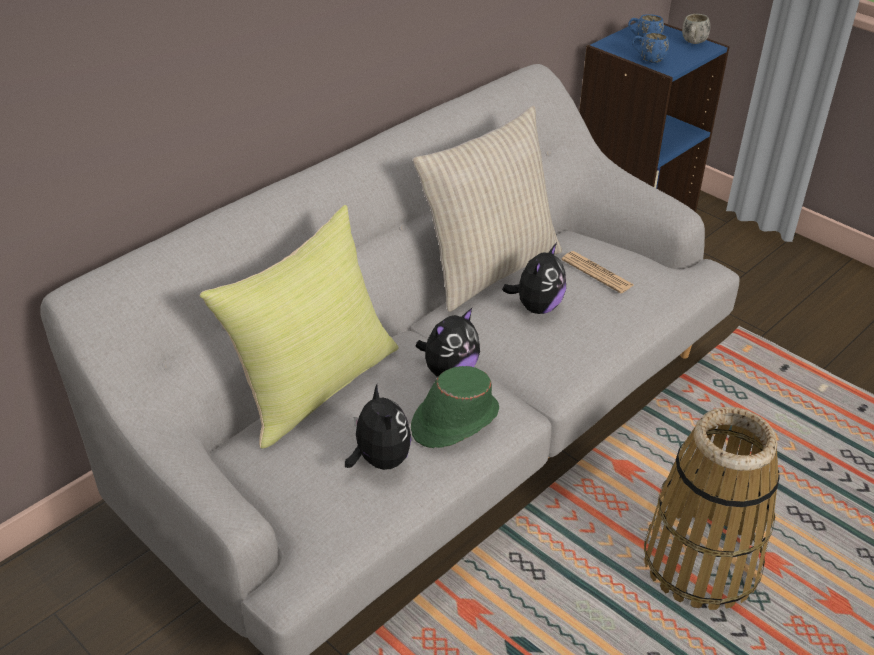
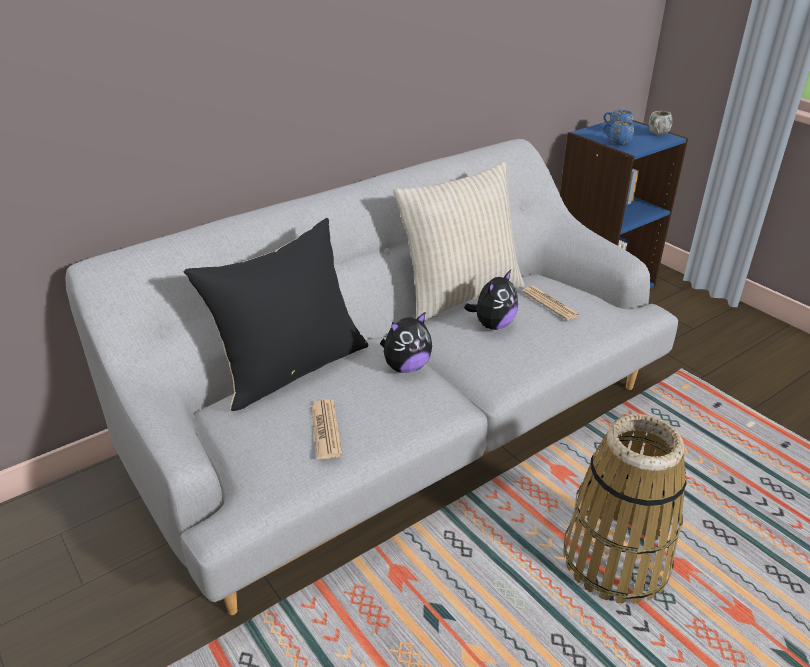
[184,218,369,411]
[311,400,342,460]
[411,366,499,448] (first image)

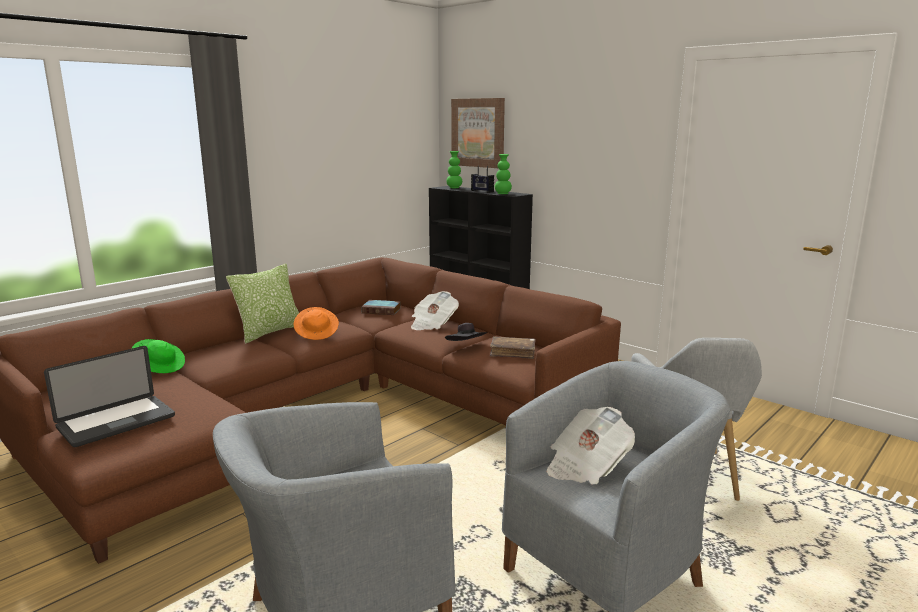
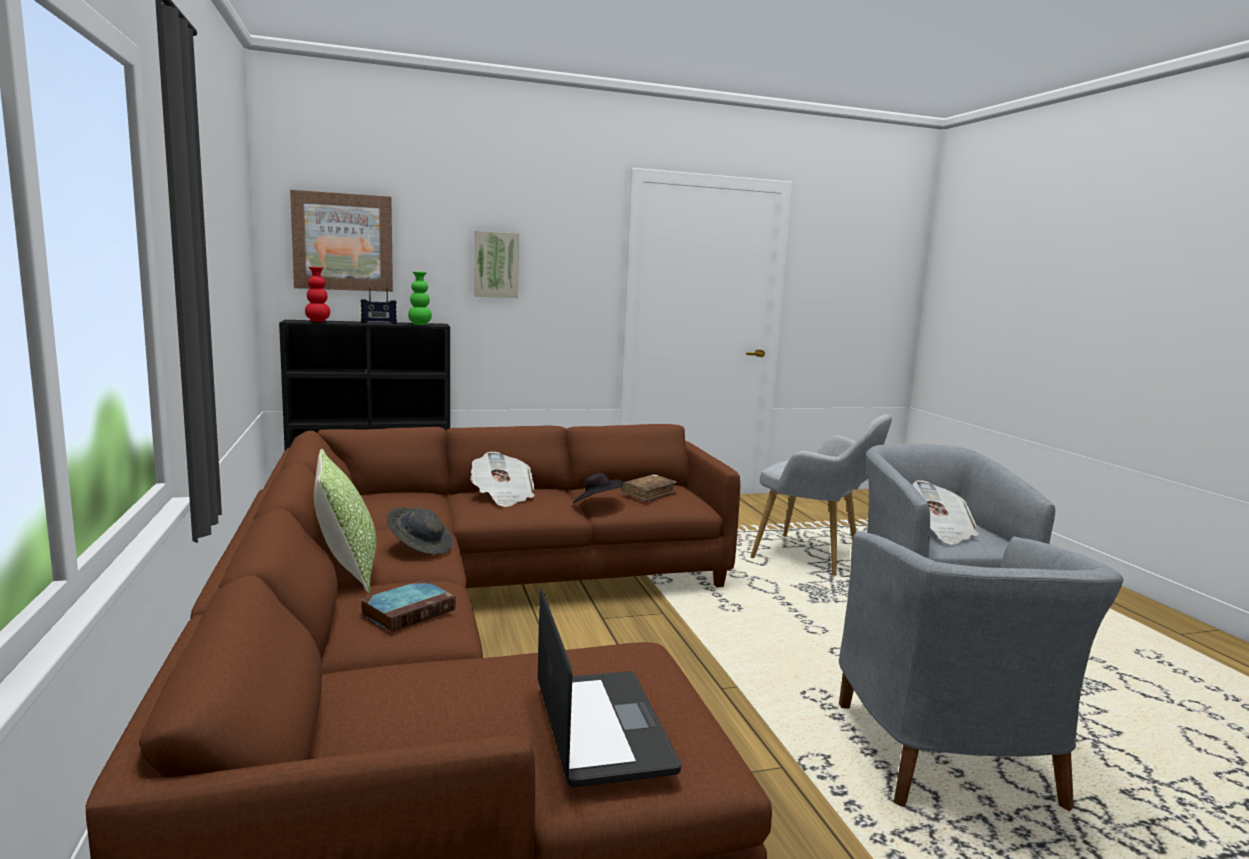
[132,339,185,373] (first image)
[386,507,453,554]
[360,580,456,632]
[305,267,330,322]
[474,231,519,298]

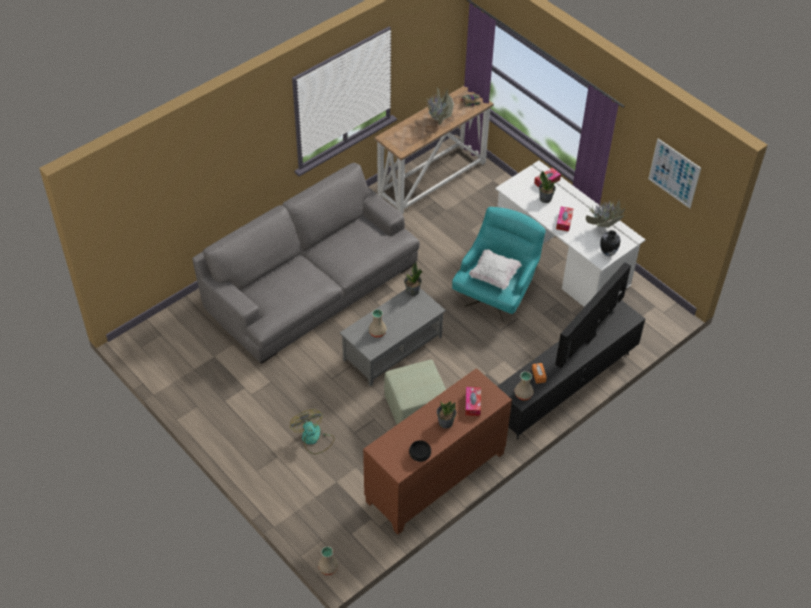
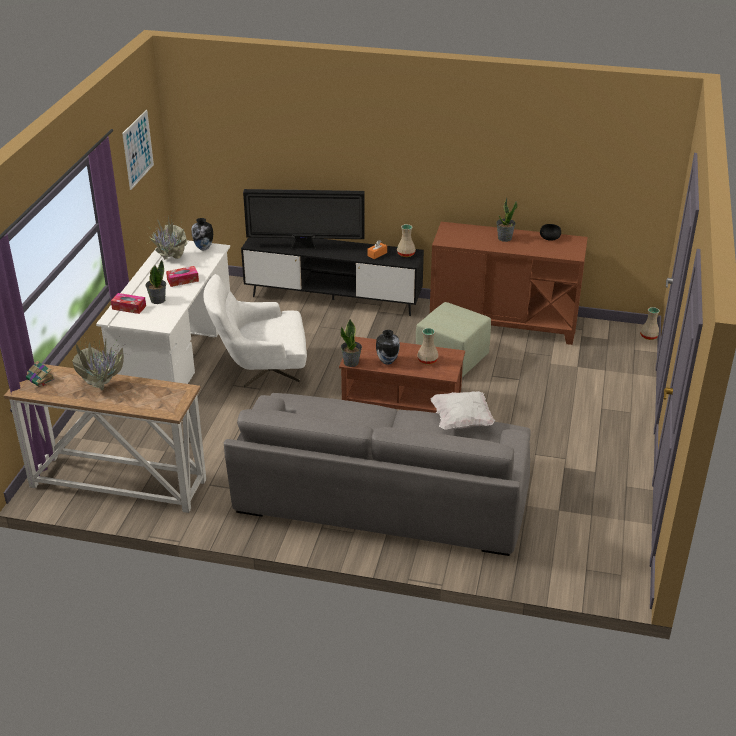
[290,410,335,454] (first image)
[339,337,465,413]
[203,274,307,387]
[465,387,481,416] (first image)
[431,391,495,430]
[376,330,400,365]

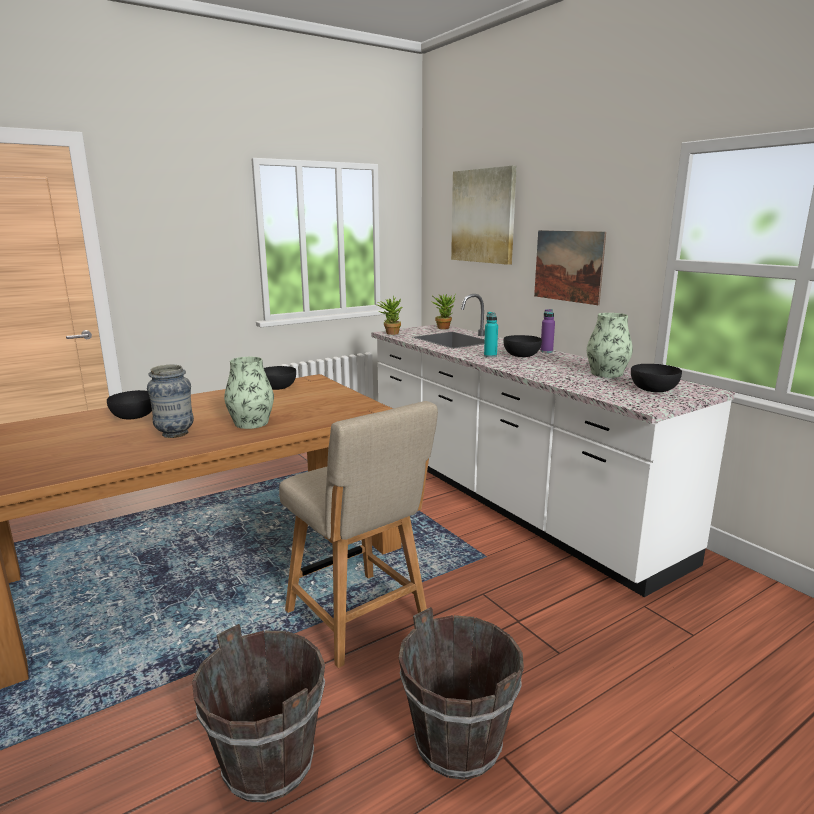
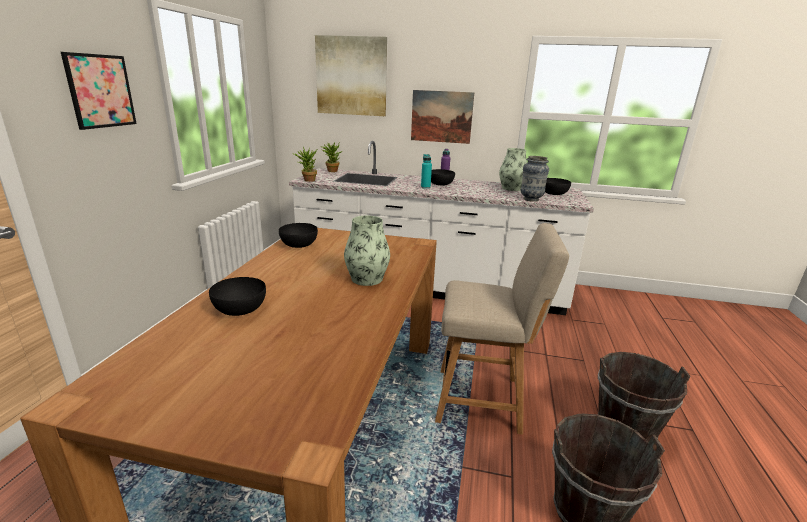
[521,156,549,202]
[61,52,137,130]

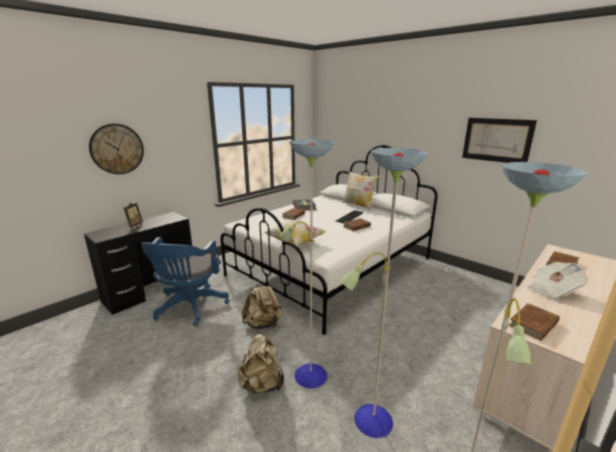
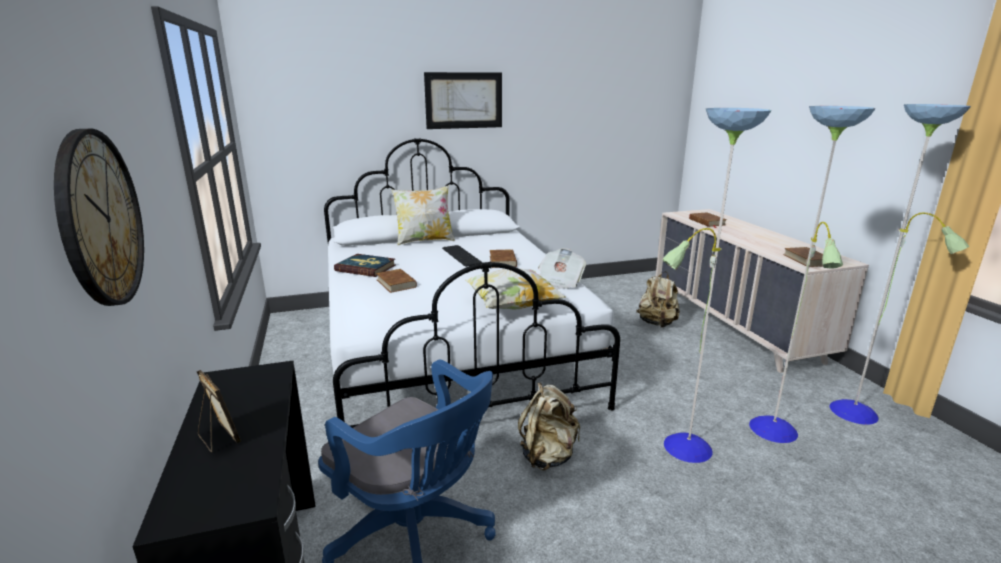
[637,271,680,327]
[424,72,502,129]
[538,248,586,290]

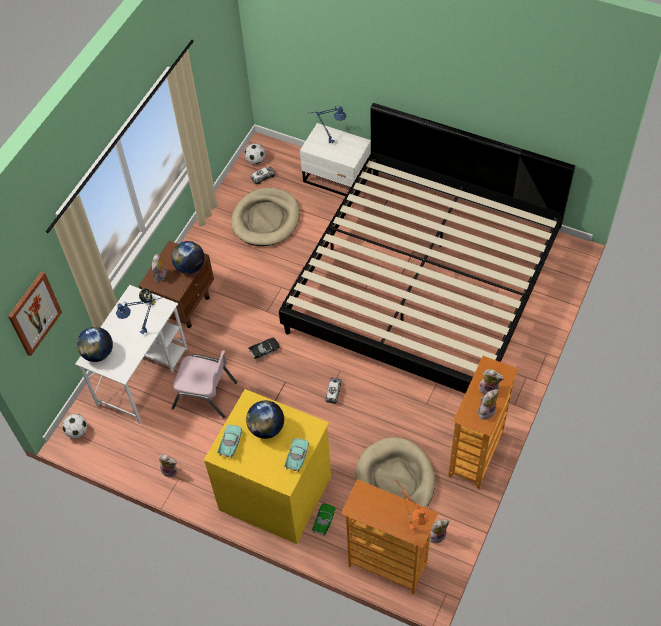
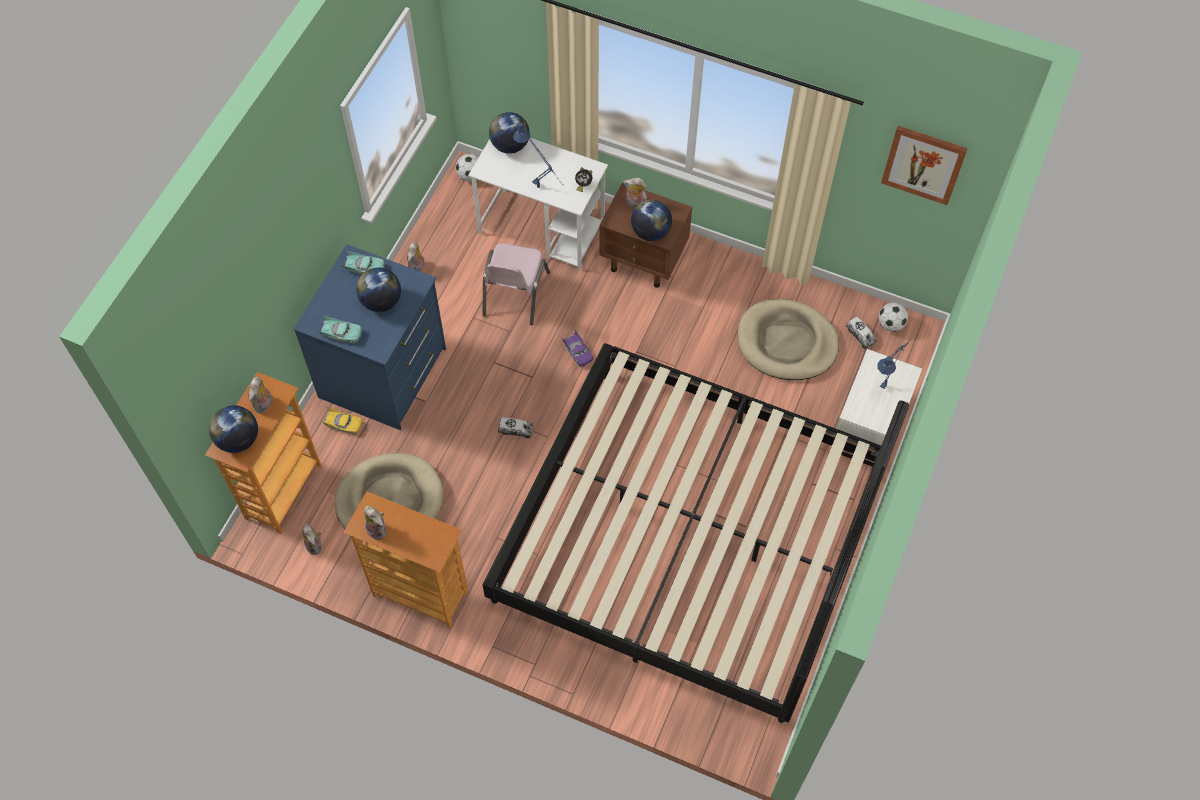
[881,126,968,205]
[293,244,446,430]
[561,330,593,367]
[320,407,363,435]
[209,405,258,453]
[248,377,272,414]

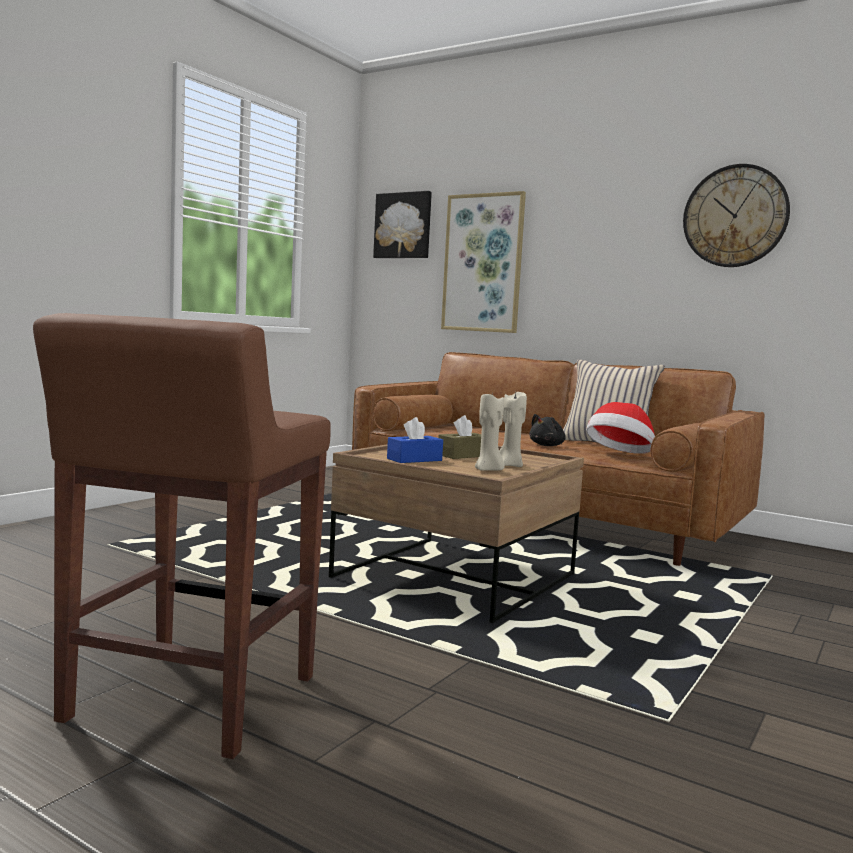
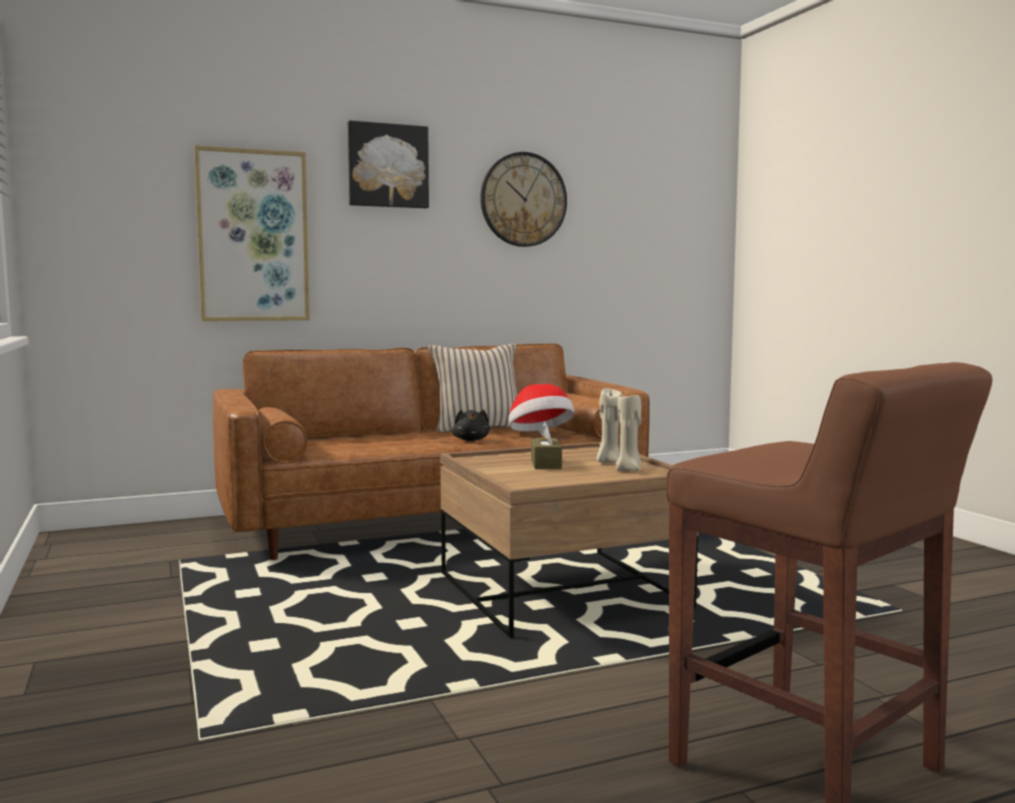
[348,120,429,208]
[387,417,443,463] (first image)

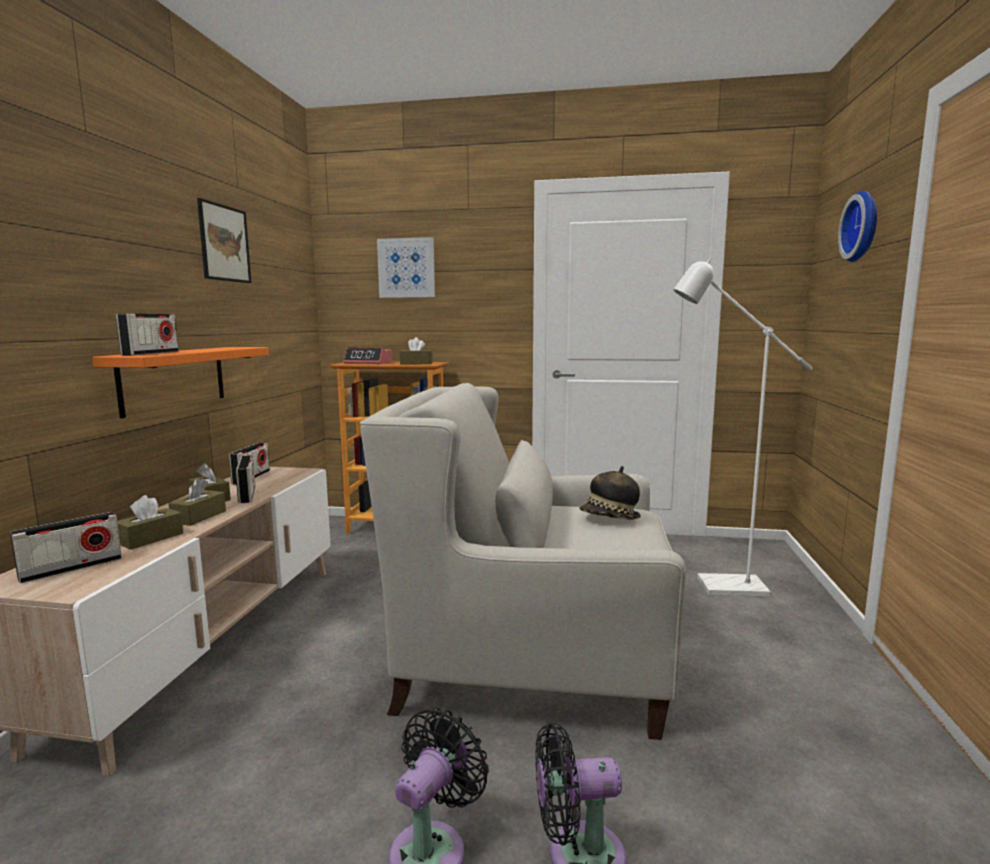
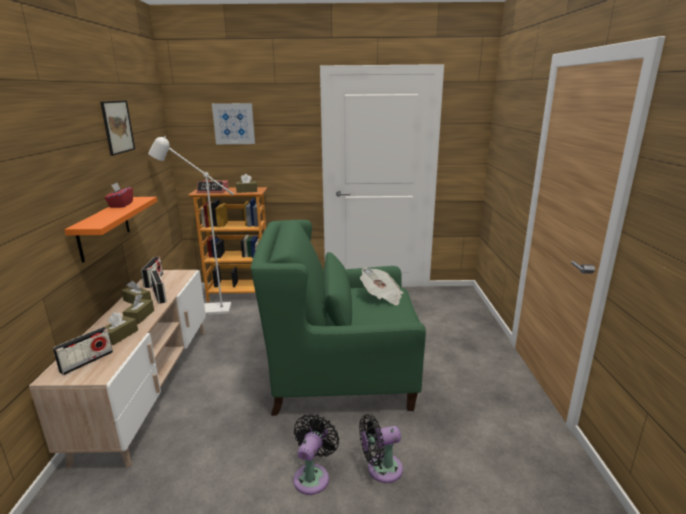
[116,314,179,356] (first image)
[251,220,426,416]
[360,268,403,305]
[148,136,234,315]
[838,191,877,262] (first image)
[105,183,133,208]

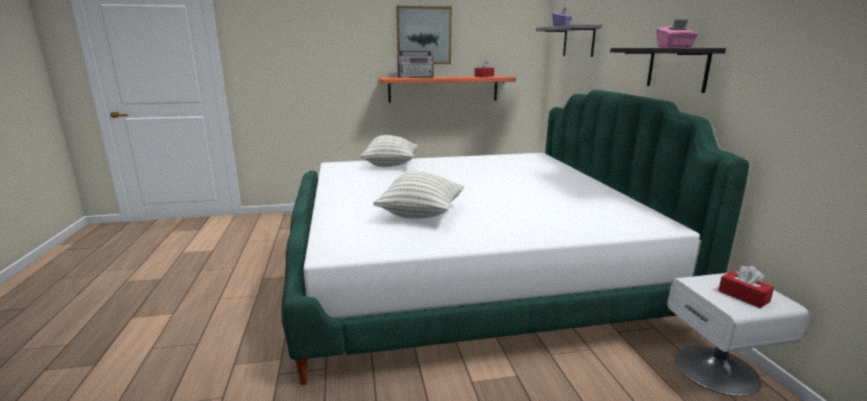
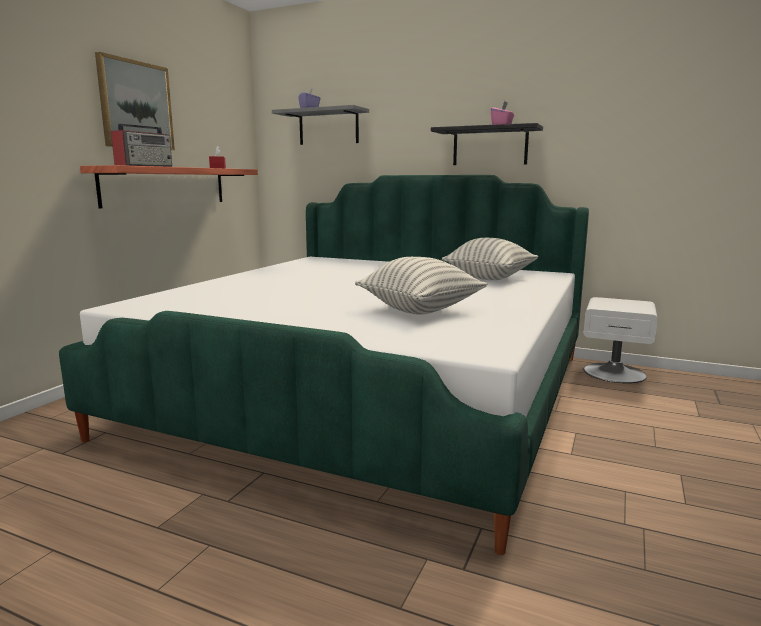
[442,238,538,280]
[718,266,774,308] (first image)

